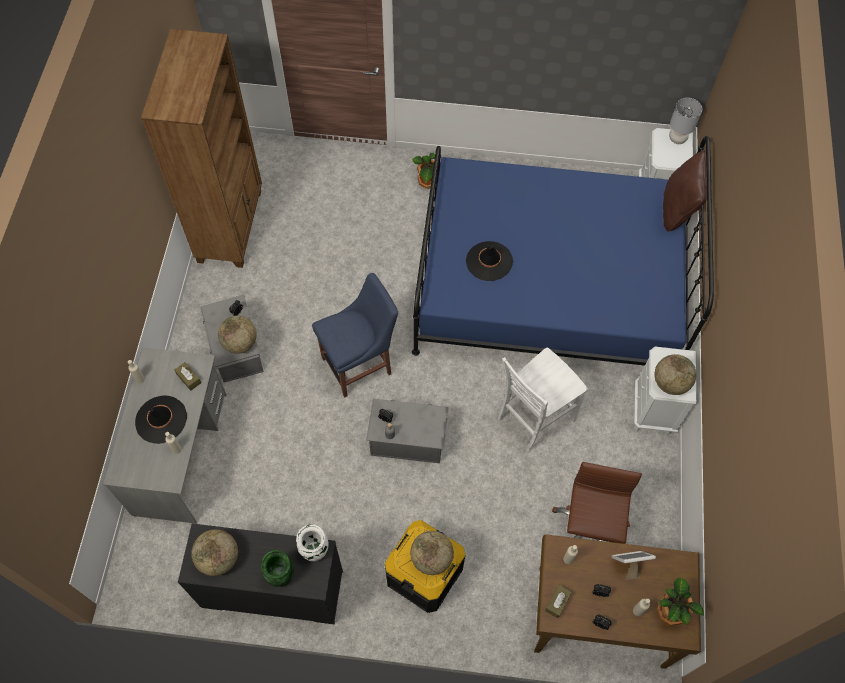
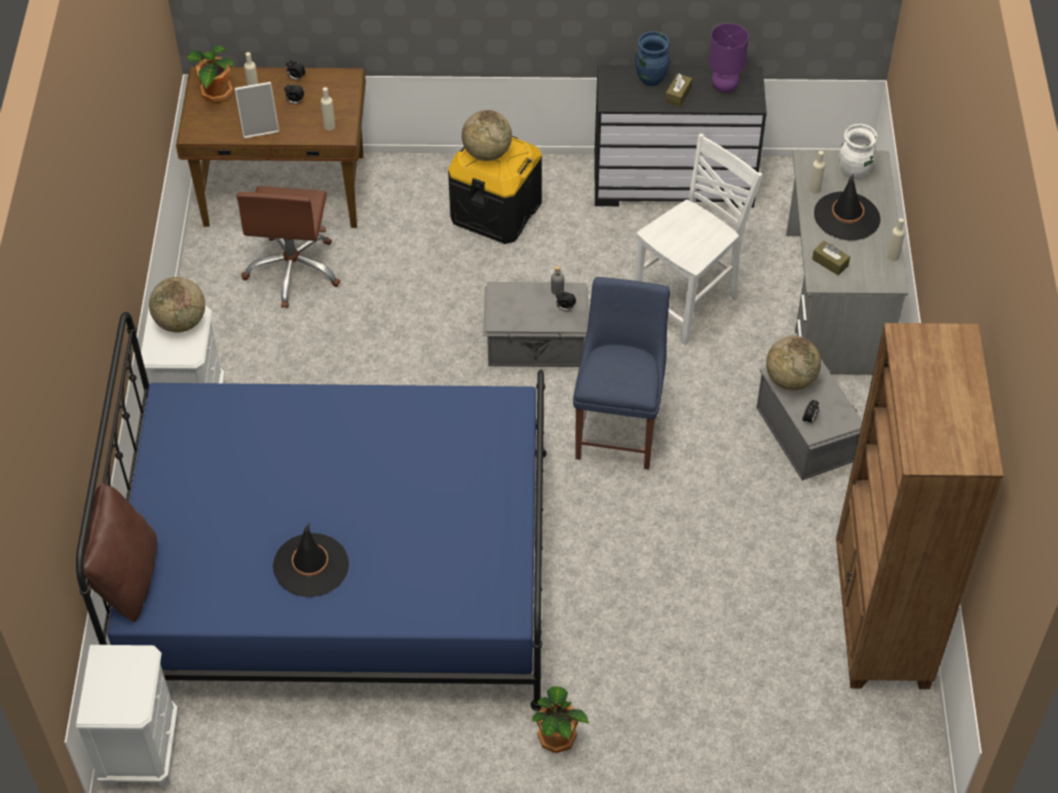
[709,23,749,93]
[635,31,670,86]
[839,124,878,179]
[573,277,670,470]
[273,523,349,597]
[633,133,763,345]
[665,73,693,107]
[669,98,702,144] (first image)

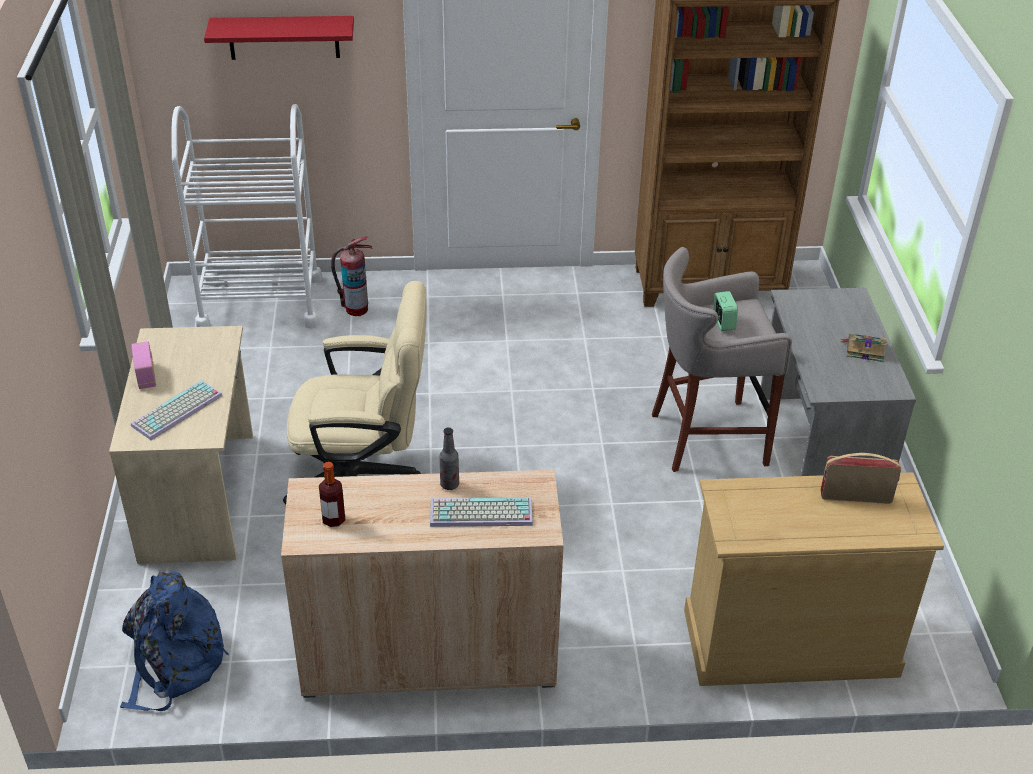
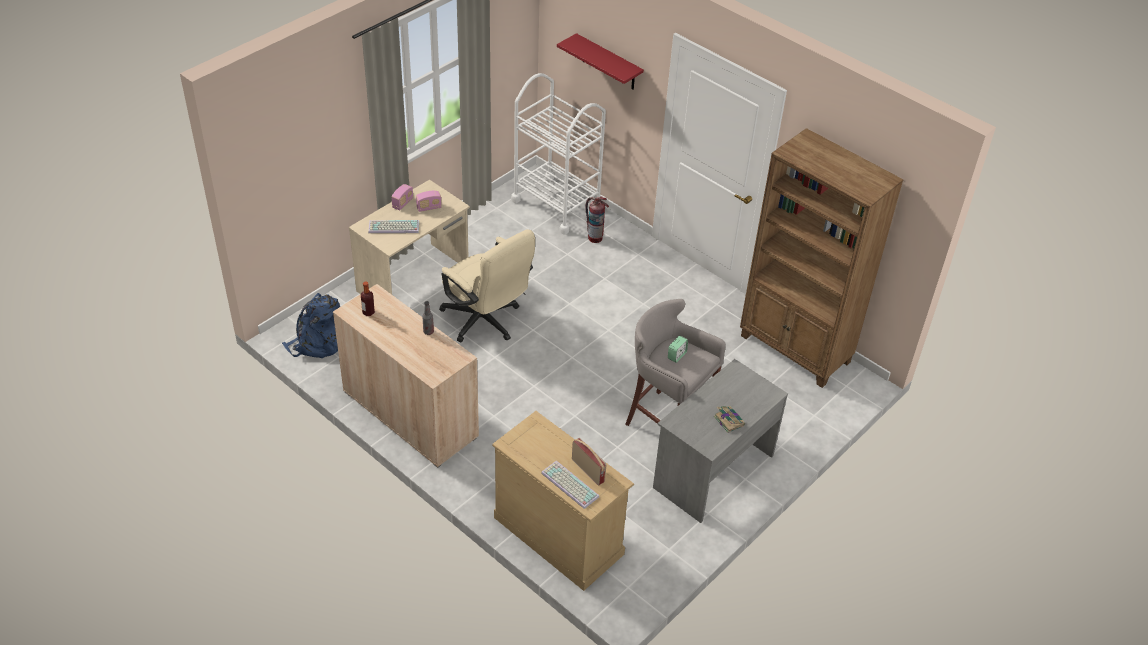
[541,461,599,509]
[416,191,442,212]

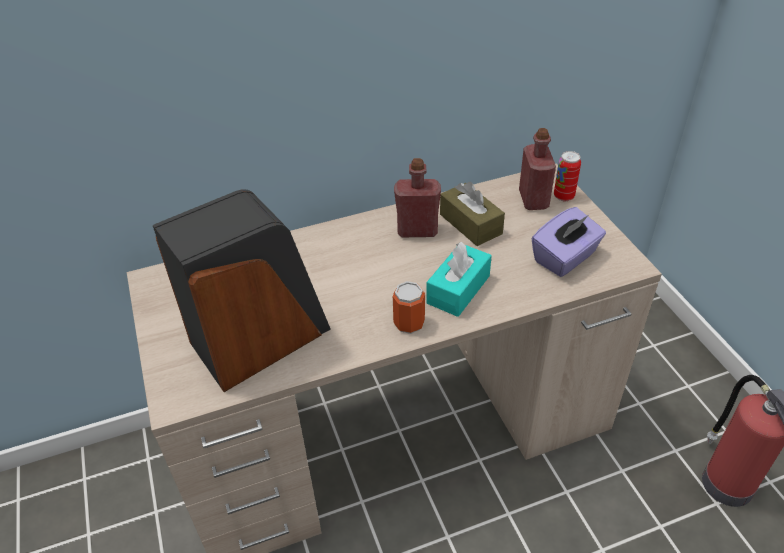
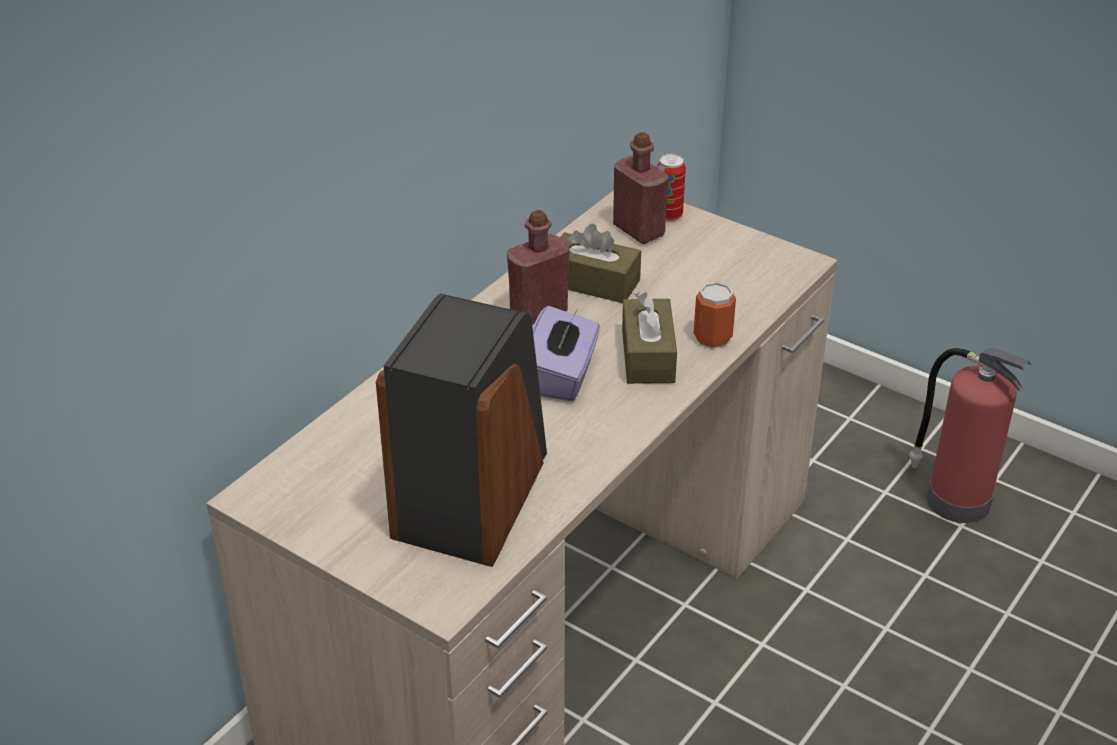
[694,282,736,349]
[622,292,677,384]
[533,306,600,401]

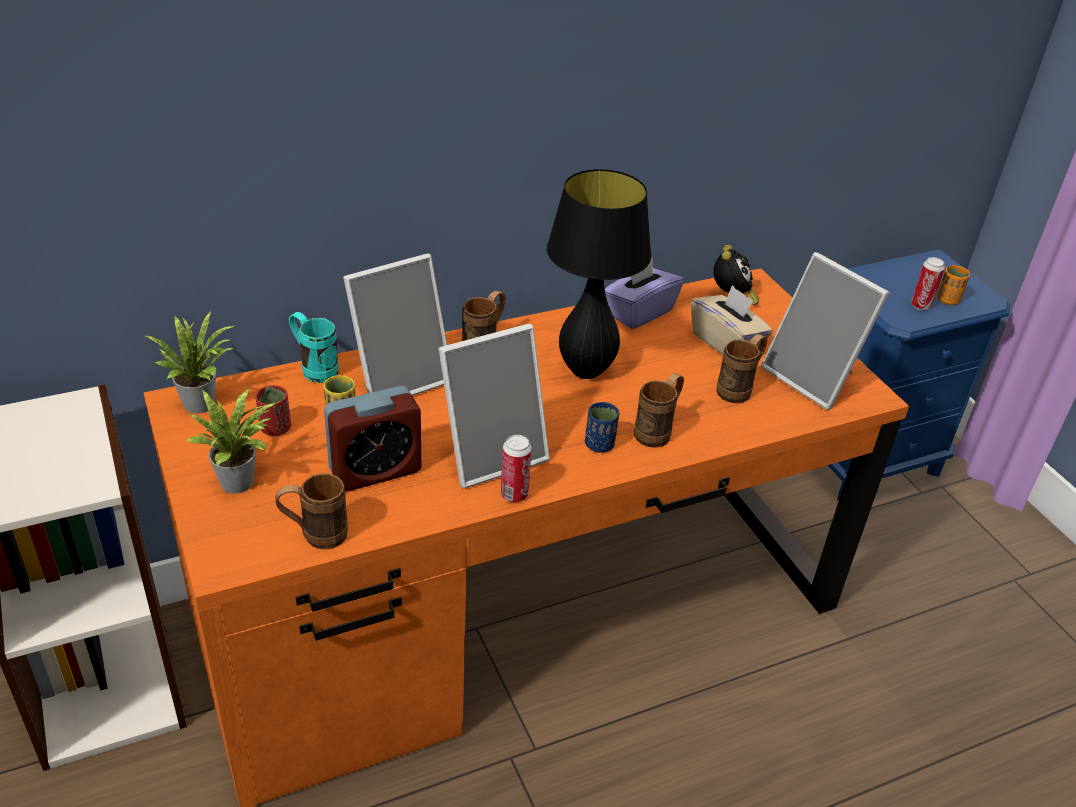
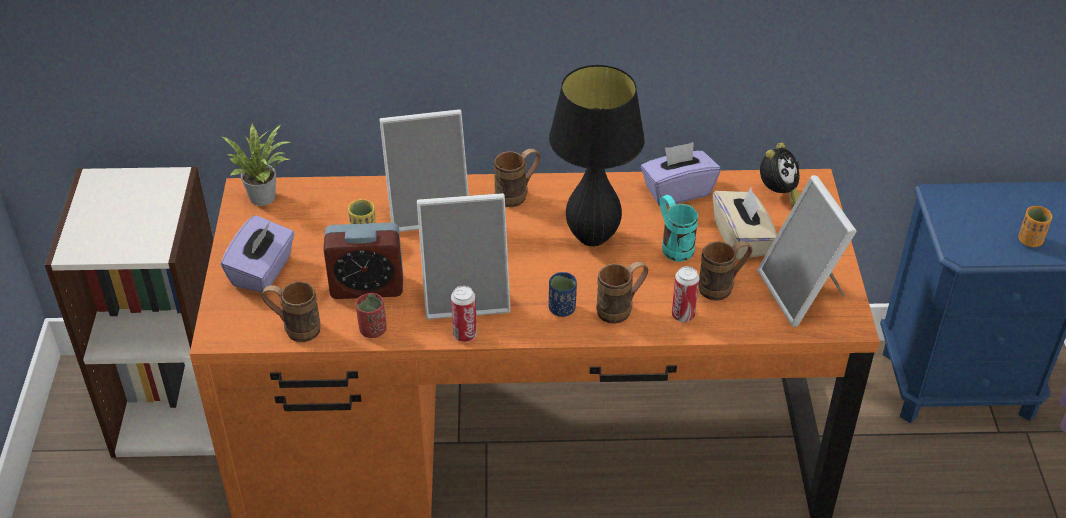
[221,215,295,293]
[356,293,387,338]
[659,194,698,262]
[672,266,699,322]

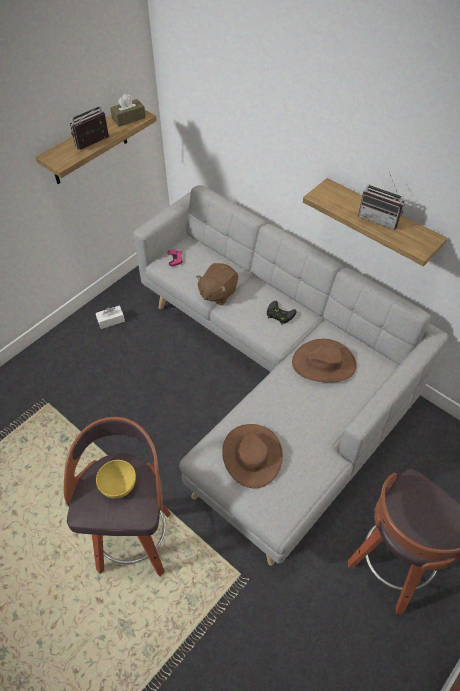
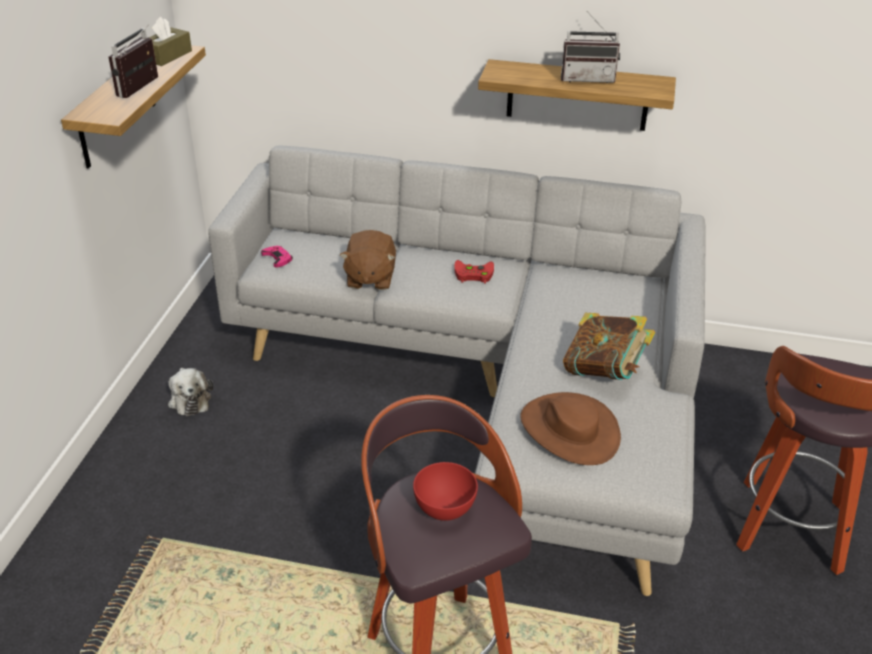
[168,368,213,416]
[413,462,478,521]
[454,260,494,284]
[292,339,357,382] (first image)
[563,313,655,380]

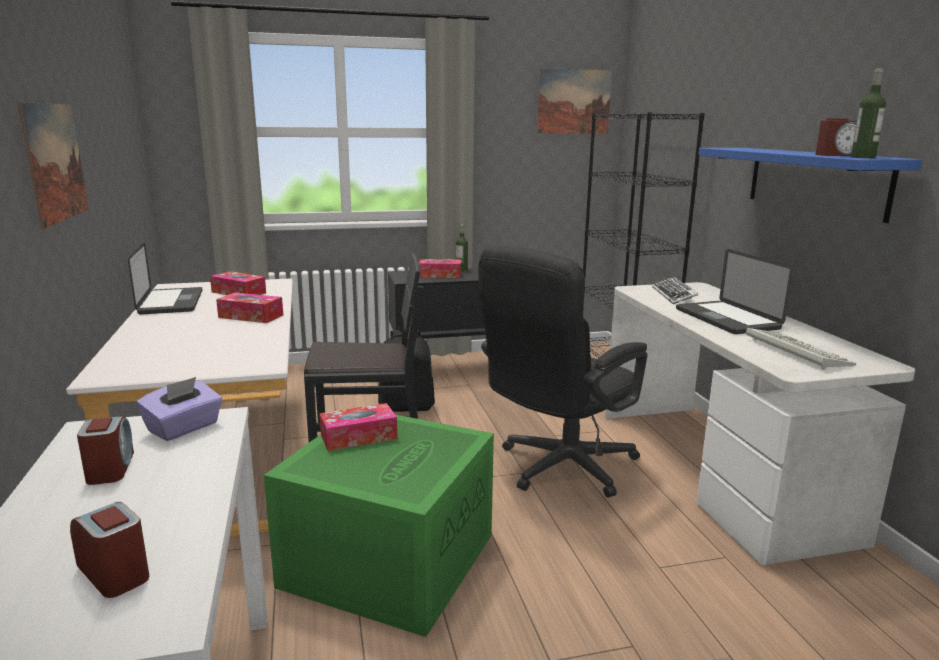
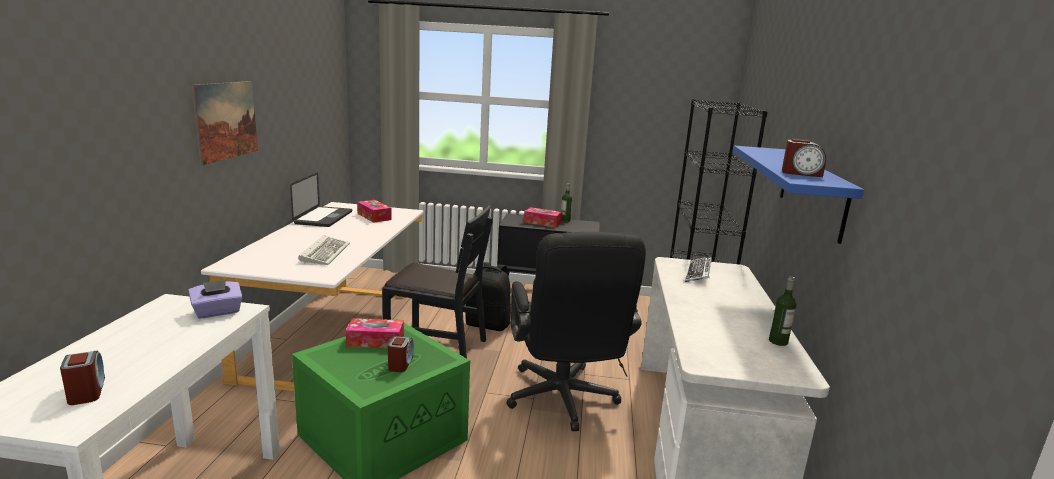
[388,336,414,372]
[216,292,283,323] (first image)
[506,232,646,431]
[537,68,612,134] (first image)
[676,249,793,334] (first image)
[298,235,350,265]
[769,276,796,346]

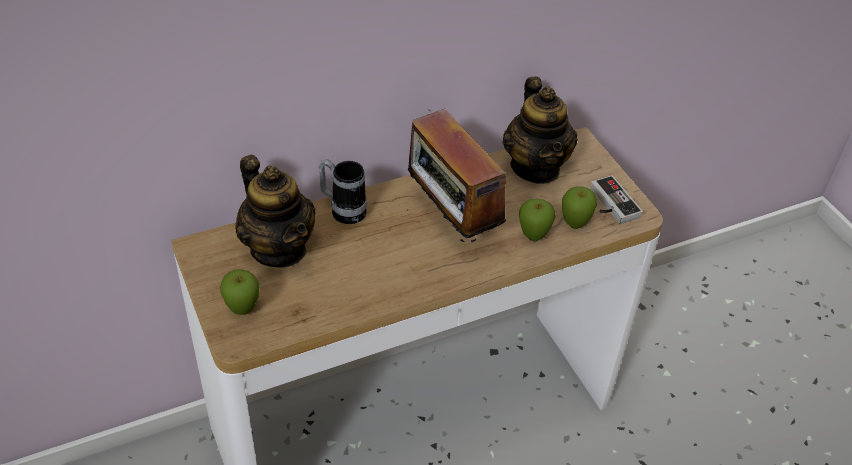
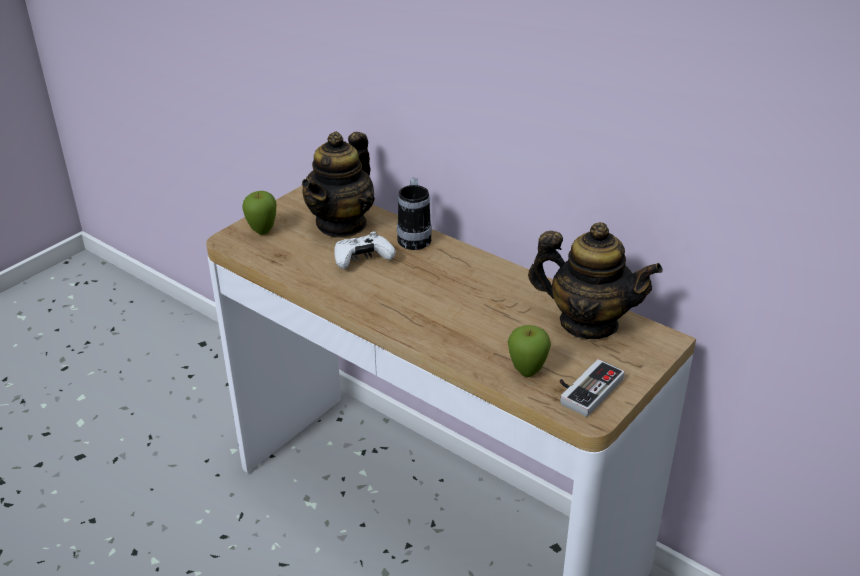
[408,109,506,242] (first image)
[528,222,663,339]
[519,199,556,241] (first image)
[334,231,395,269]

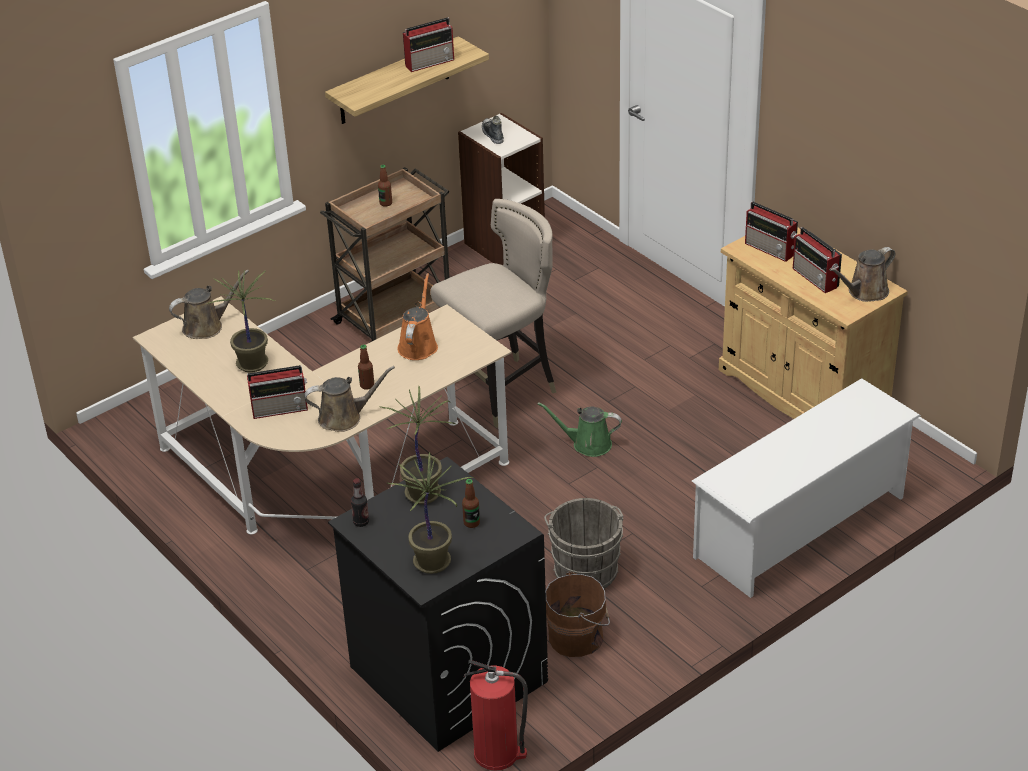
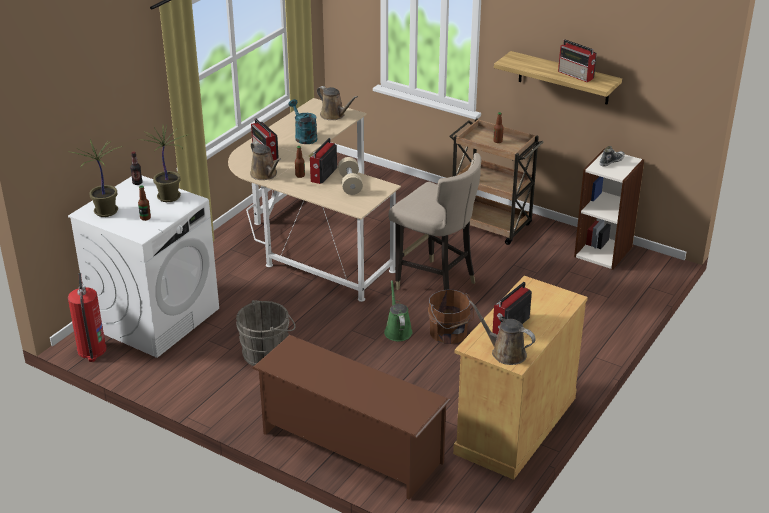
[288,99,318,144]
[68,176,219,358]
[338,157,363,195]
[428,290,474,344]
[252,335,450,500]
[310,138,337,184]

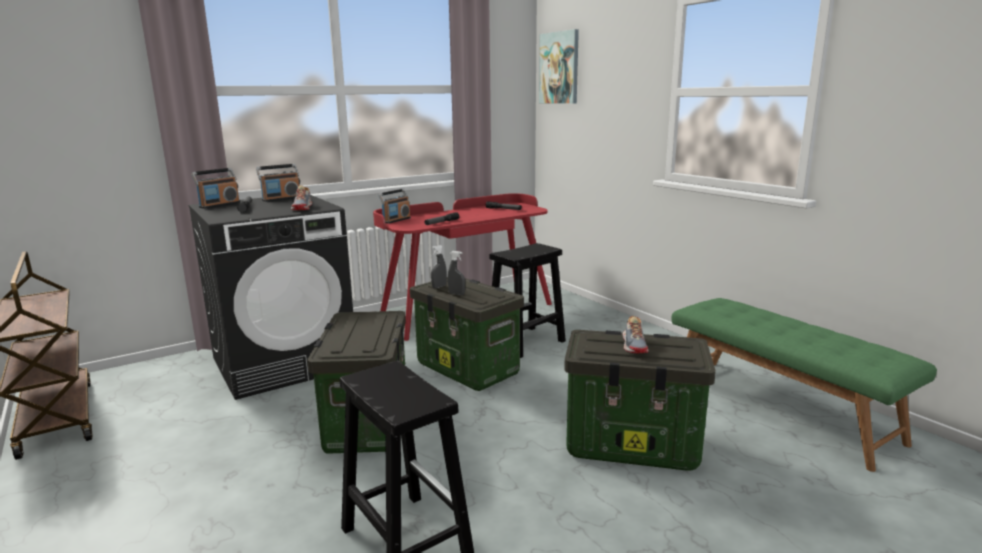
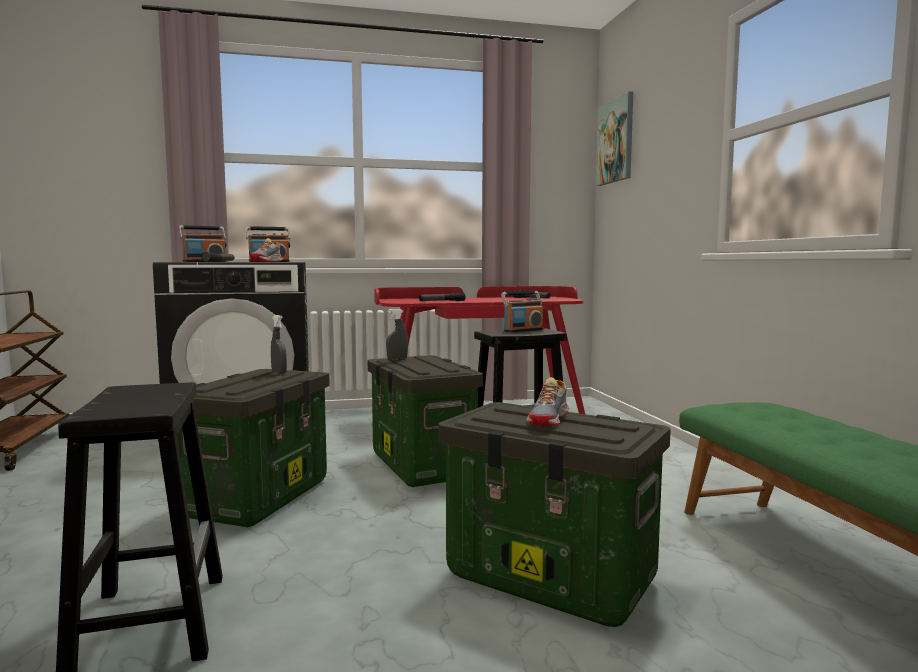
[501,291,544,333]
[271,315,287,374]

